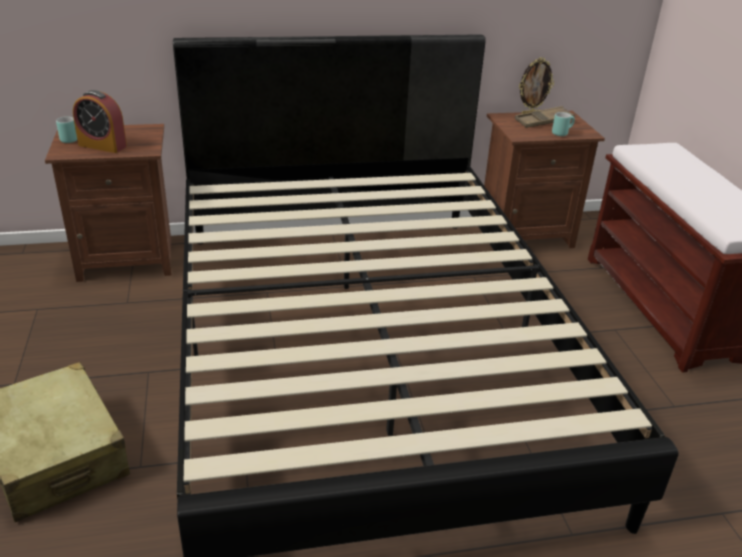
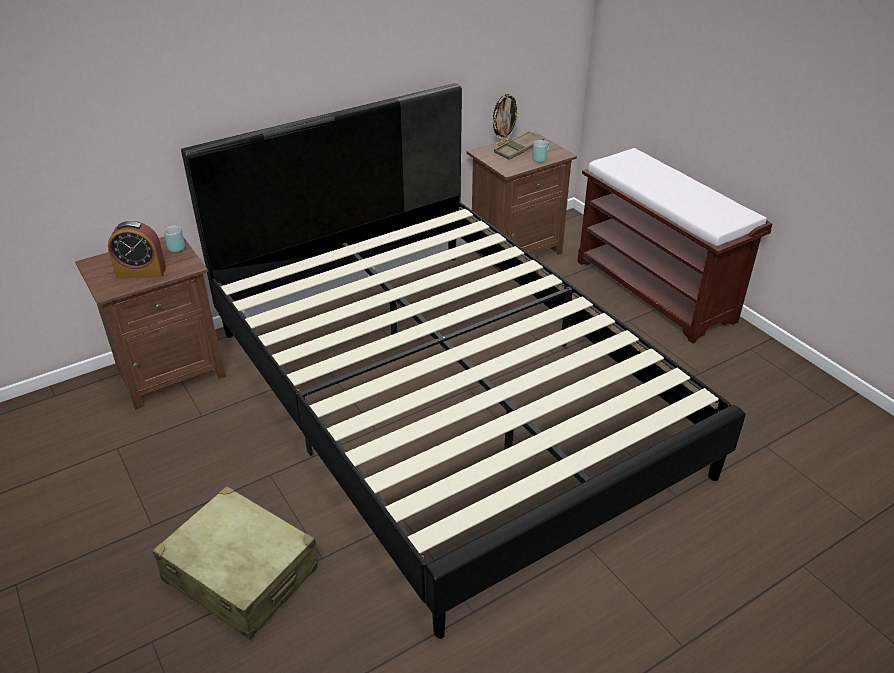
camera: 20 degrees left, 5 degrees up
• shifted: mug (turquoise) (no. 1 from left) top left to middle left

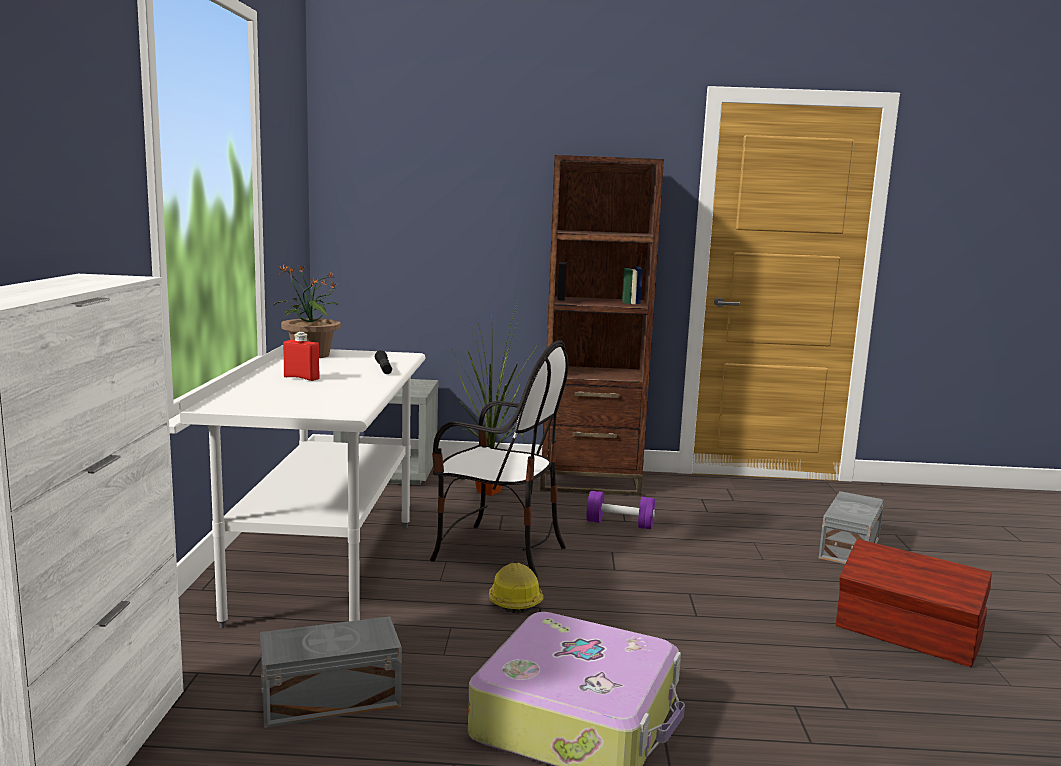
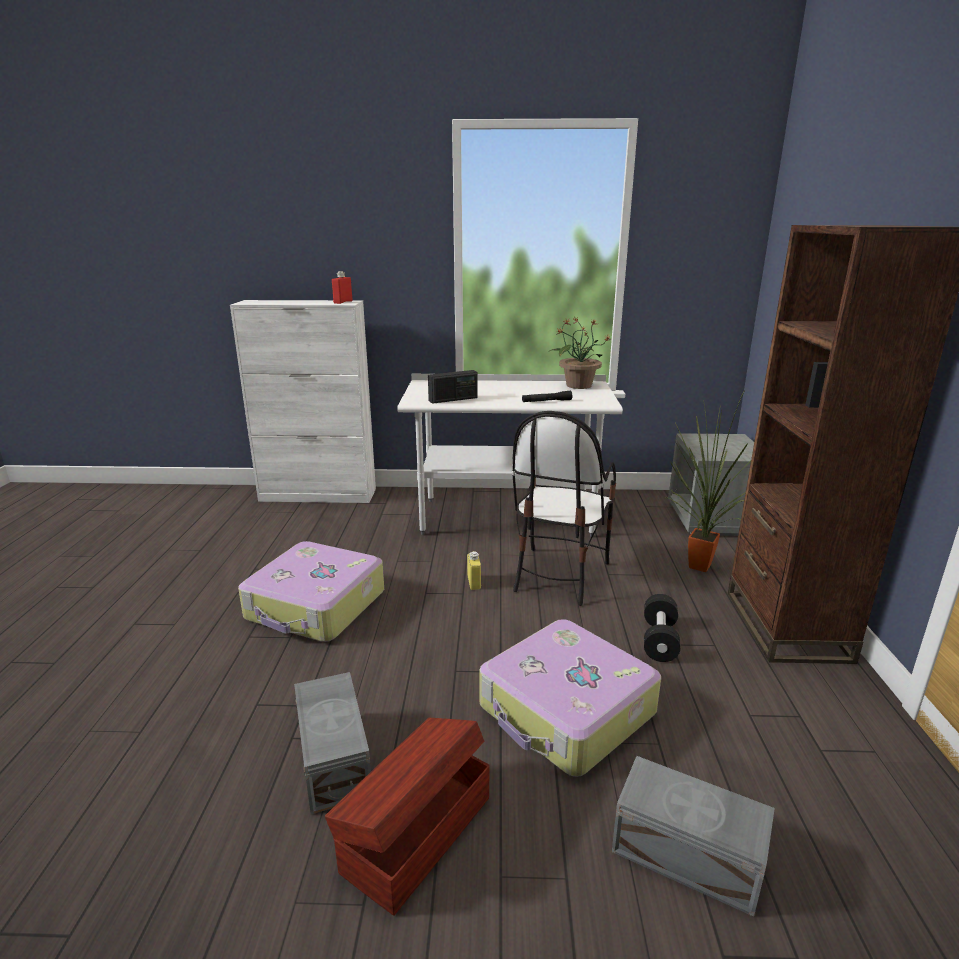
camera: 90 degrees right, 10 degrees up
• shifted: storage box (grey) (no. 1 from left) bottom left to bottom centre
• shifted: bottle (red) middle left to top centre
• swapped: hard hat bottom centre to bottle (yellow) centre
• repainted: dumbbell (purple) centre to dumbbell (black) middle right
• new: radio centre
• new: suitcase (no. 2 from left) bottom centre

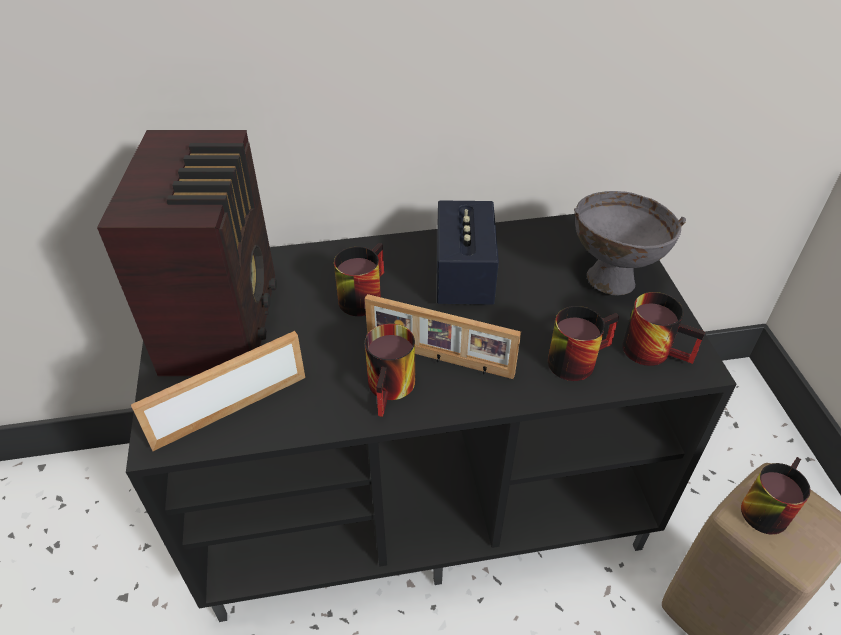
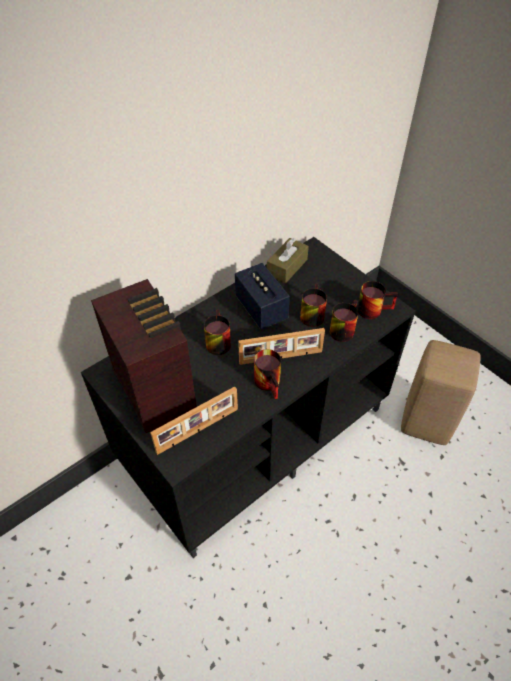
camera: 30 degrees left, 5 degrees up
• rotated: picture frame (no. 1 from left) middle left = centre 150 degrees counterclockwise
• gone: bowl (grey) middle right
• shifted: mug (no. 5 from left in the first image) bottom right to mug (no. 3 from left) centre
• new: tissue box (brown) centre

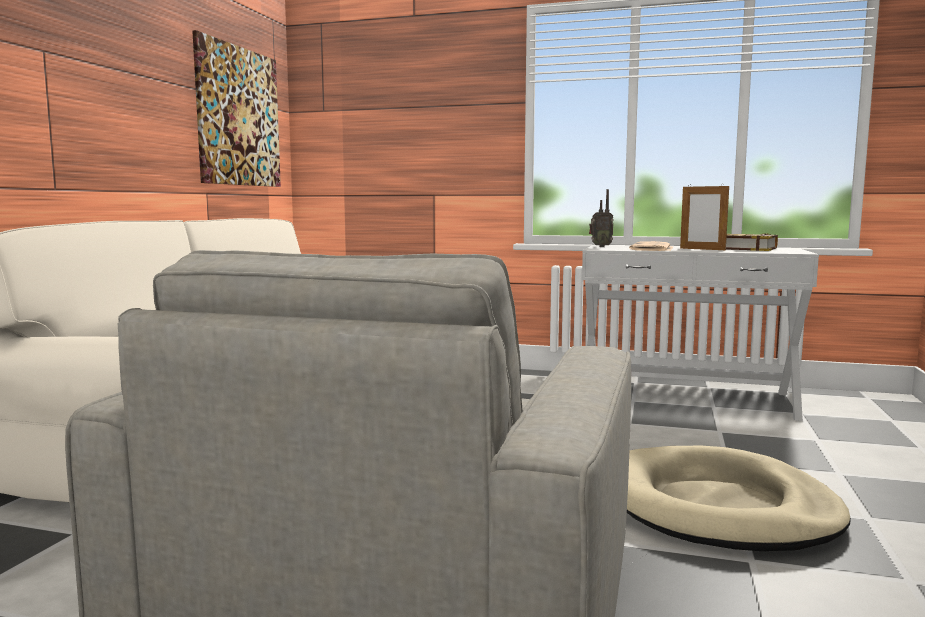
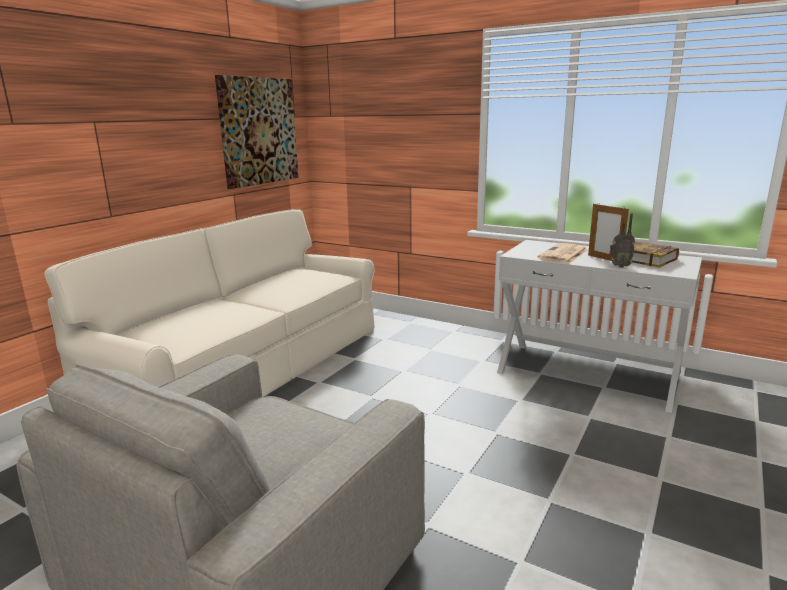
camera: 15 degrees right, 10 degrees up
• shifted: radio centre to middle right
• gone: dog bed (beige) bottom right

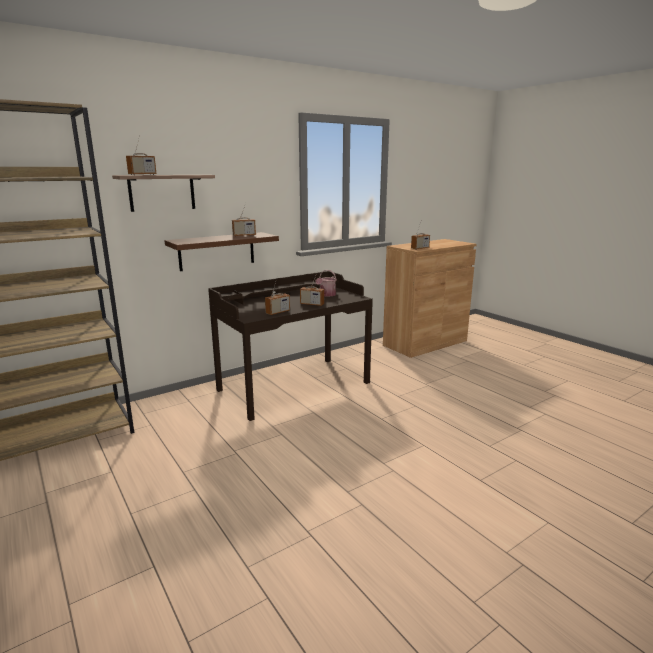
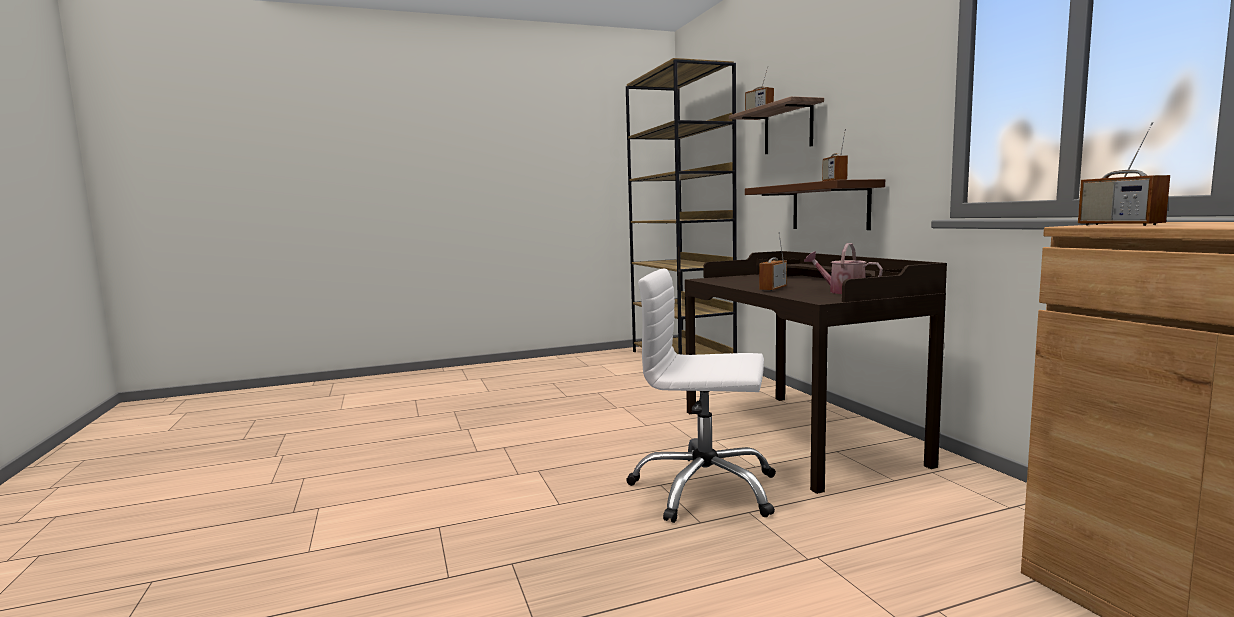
camera: 105 degrees right, 10 degrees down
• gone: radio (no. 3 from left) centre
• new: office chair (white) centre

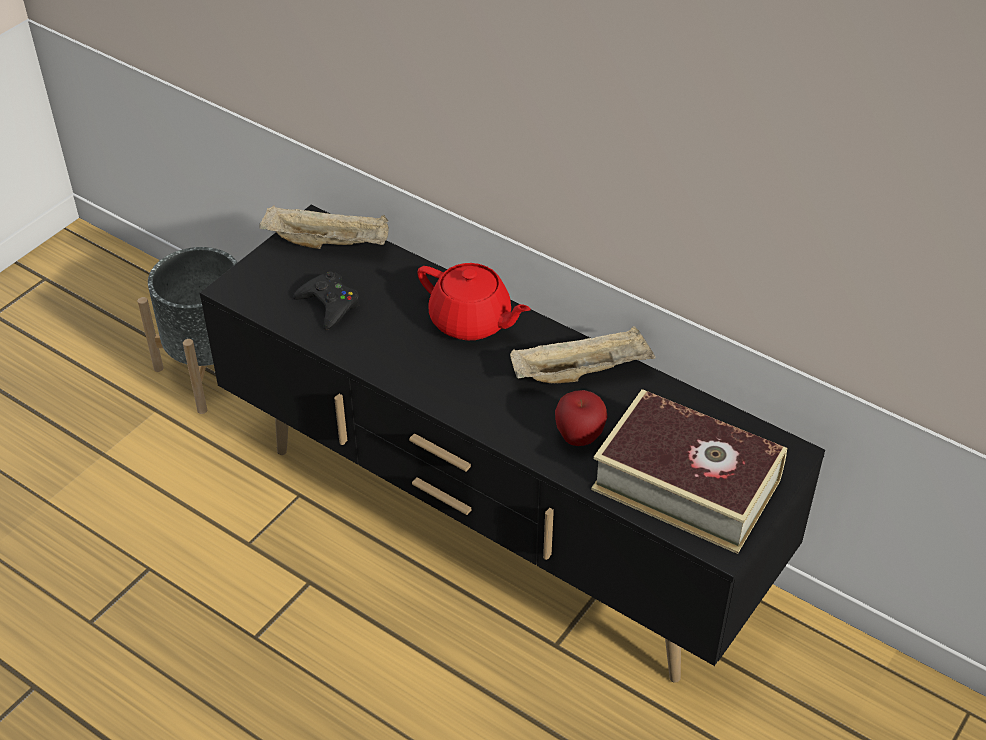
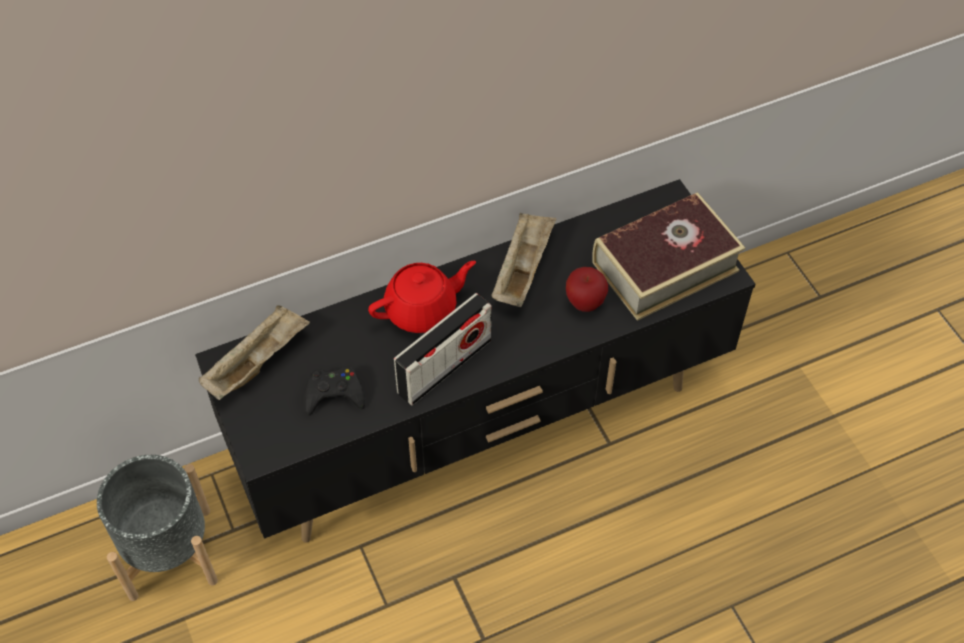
camera: 60 degrees left, 10 degrees up
• new: radio centre

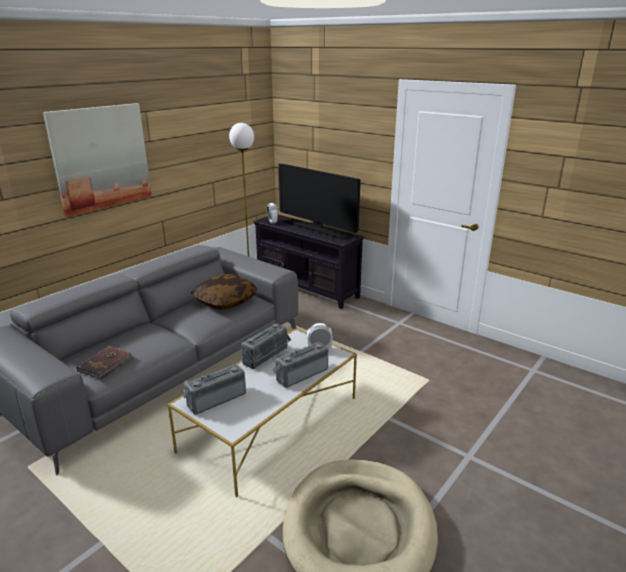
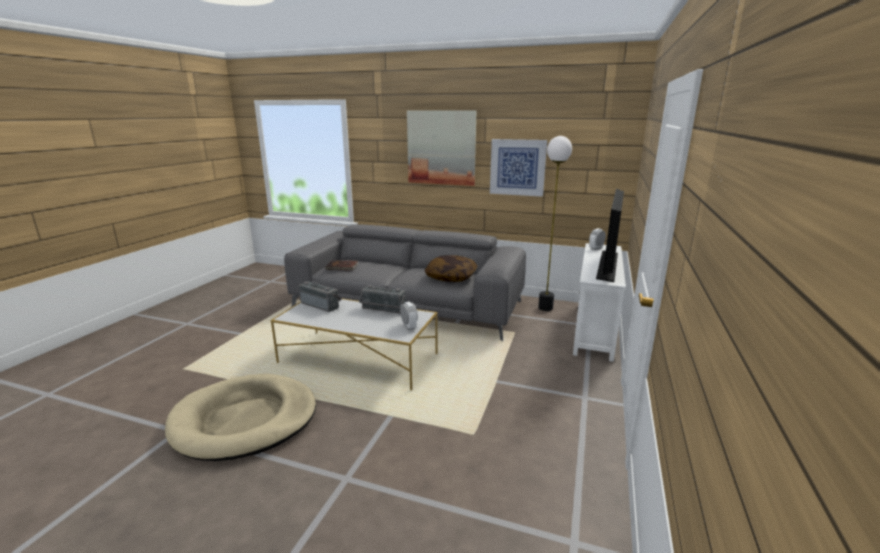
camera: 70 degrees right, 5 degrees down
• repainted: tv stand (black) centre to tv stand (white) middle right
• gone: radio (no. 3 from left) centre
• new: picture (no. 2 from left) top centre

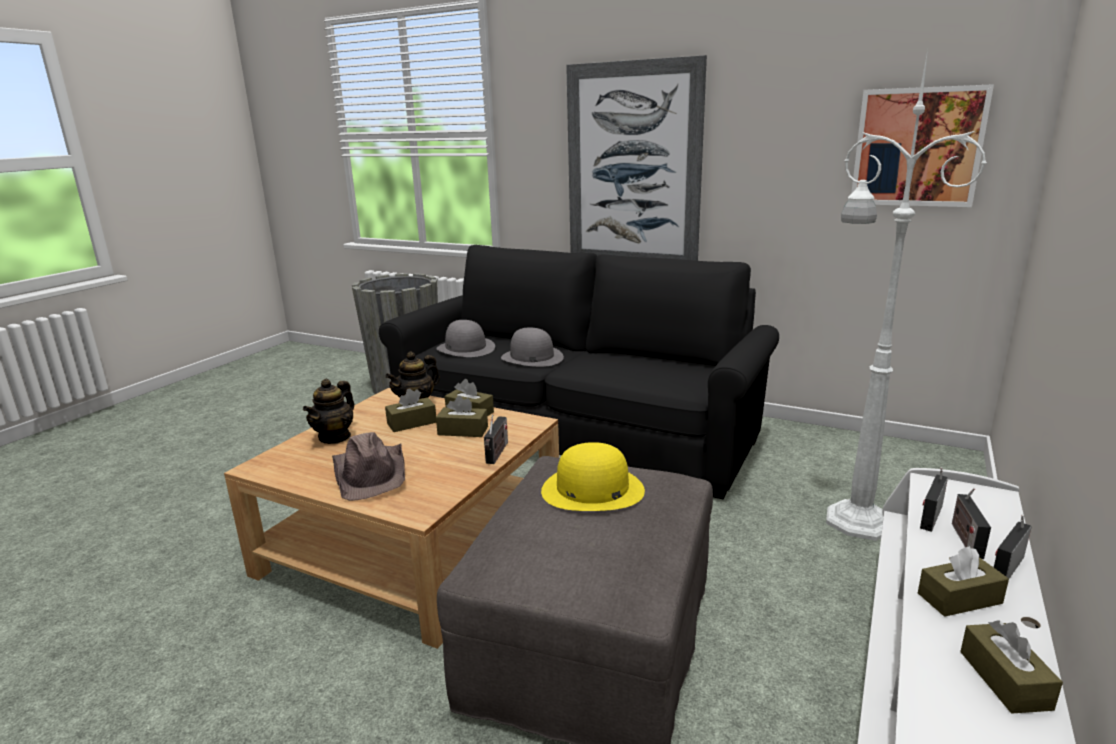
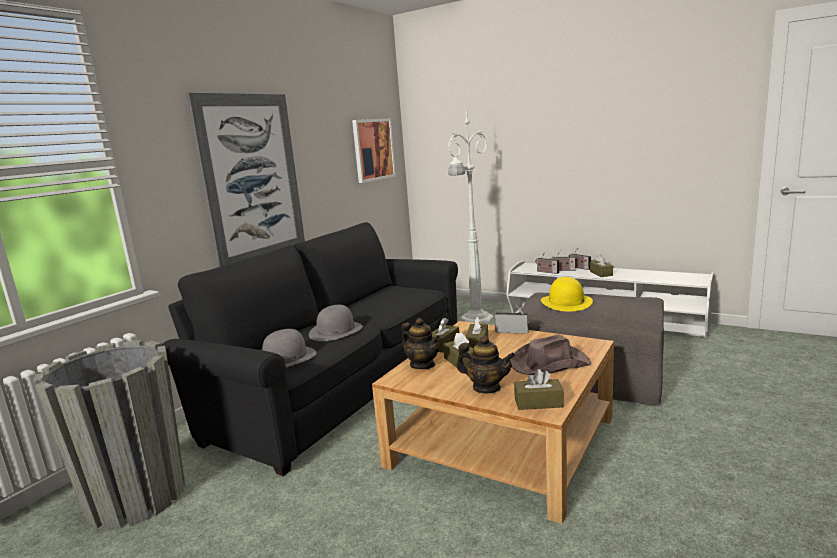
camera: 85 degrees left, 5 degrees down
• shifted: tissue box (brown) (no. 5 from left in the first image) bottom right to tissue box (brown) (no. 4 from left) bottom centre

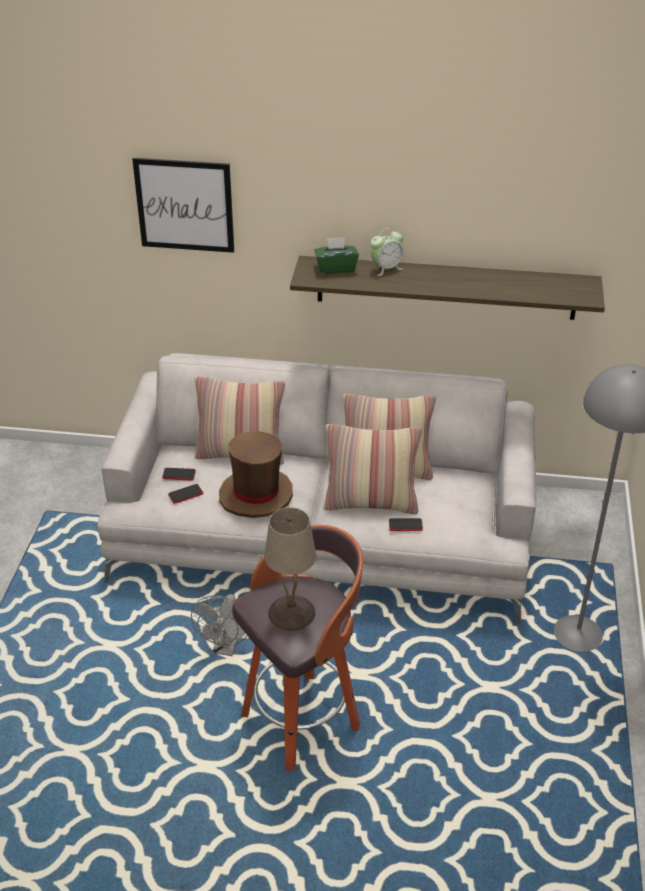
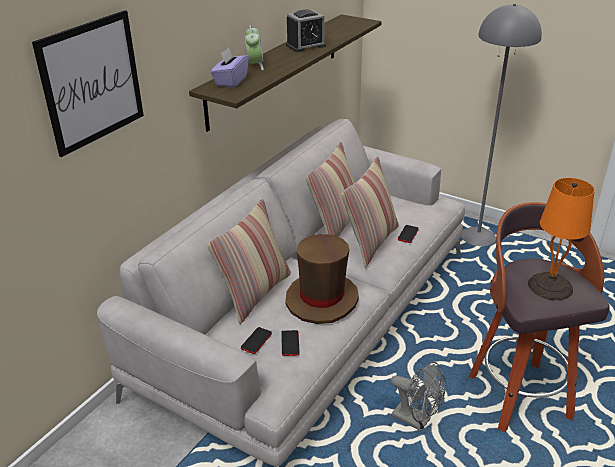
camera: 65 degrees left, 5 degrees down
• repainted: table lamp (beige) centre to table lamp (orange) middle right
• repainted: tissue box (green) top centre to tissue box (purple) top centre
• new: alarm clock (no. 2 from left) top centre

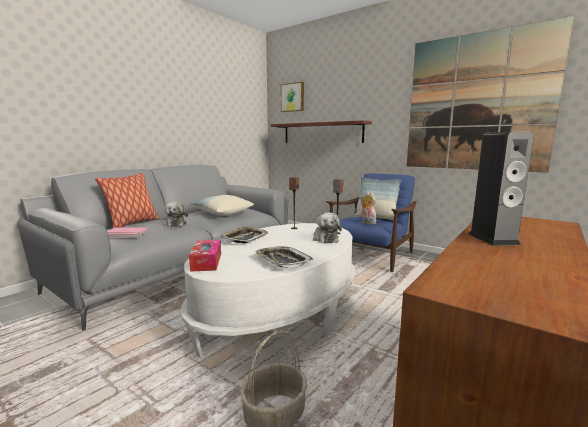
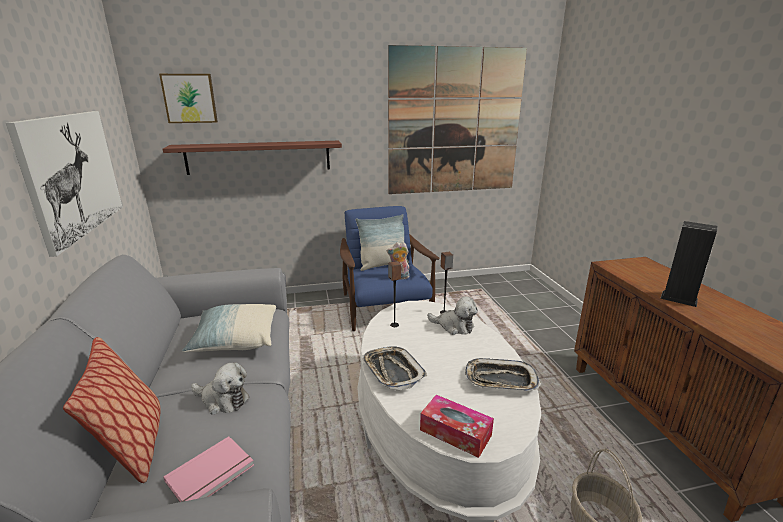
camera: 50 degrees left, 10 degrees up
• new: picture (no. 1 from left) middle left

